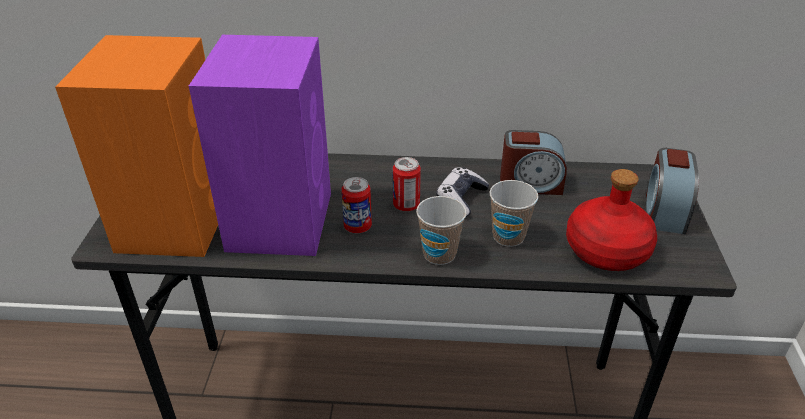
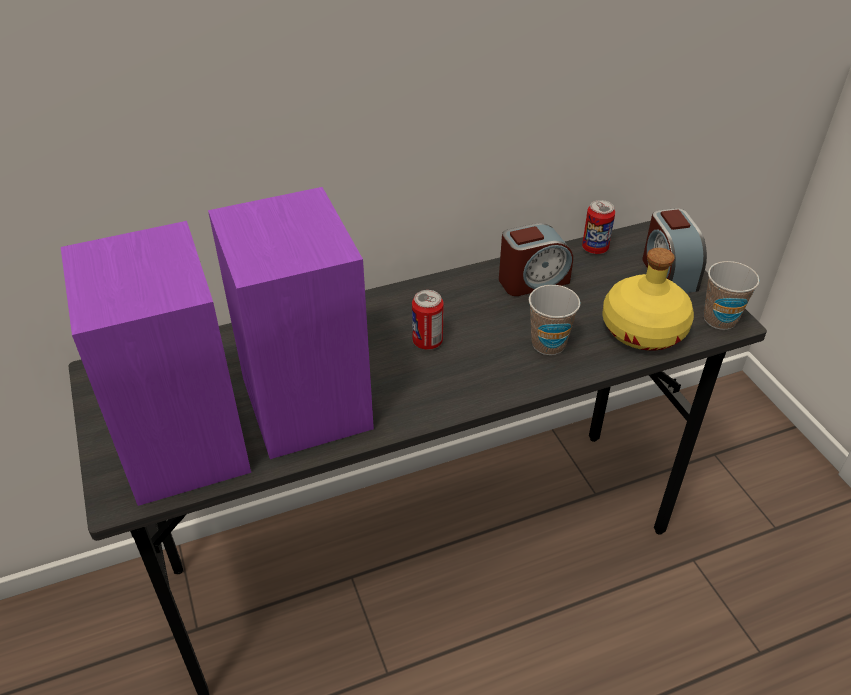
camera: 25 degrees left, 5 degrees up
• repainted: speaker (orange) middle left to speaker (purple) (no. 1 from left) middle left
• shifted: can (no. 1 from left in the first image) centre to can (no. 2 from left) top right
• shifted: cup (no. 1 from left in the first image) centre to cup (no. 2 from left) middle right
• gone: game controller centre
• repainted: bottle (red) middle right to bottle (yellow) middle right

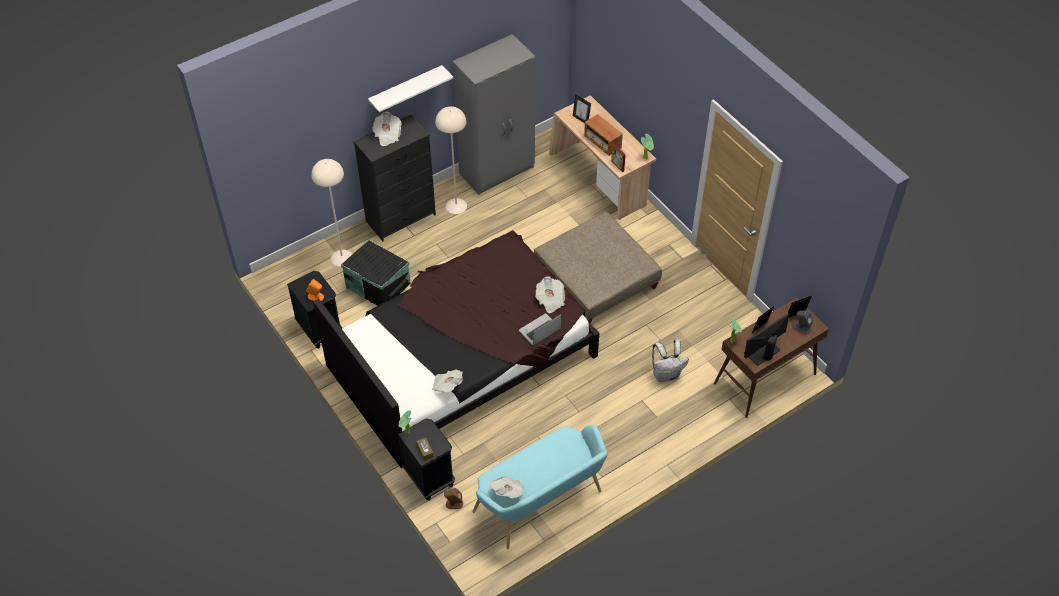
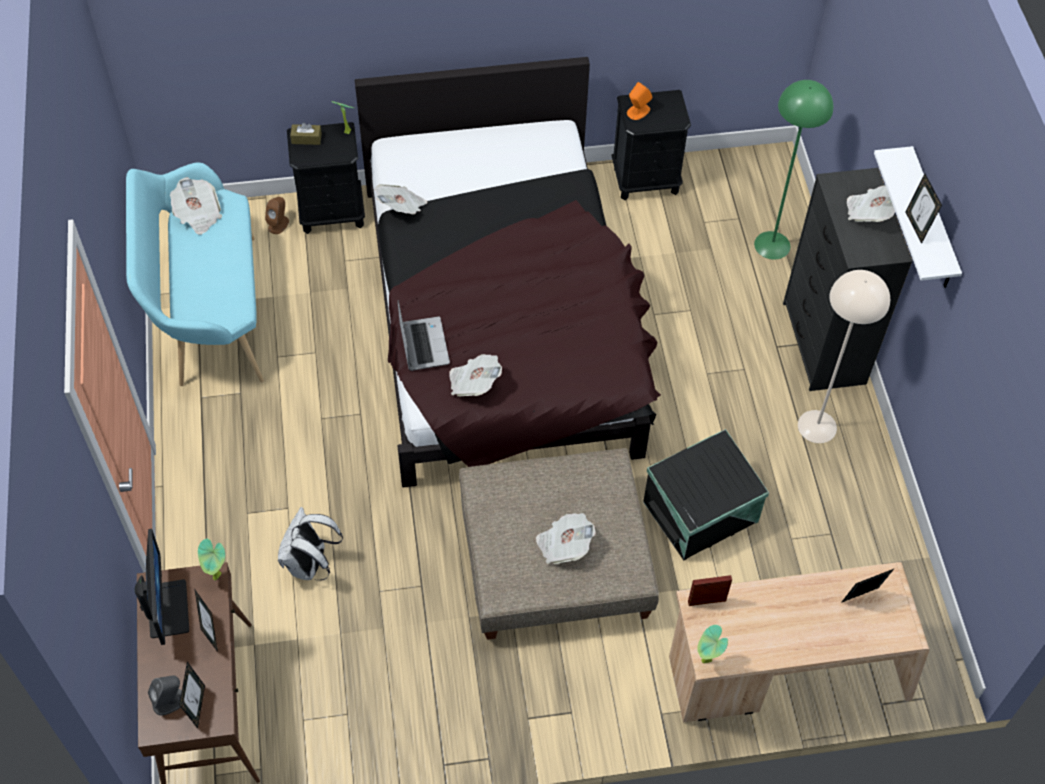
camera: 115 degrees right, 5 degrees up
• repainted: floor lamp (beige) (no. 1 from left) middle left to floor lamp (green) top right
• shifted: storage box (black) centre to middle right
• gone: wardrobe (grey) top centre
• gone: radio top centre
• new: newspaper (no. 4 from left) bottom centre
• new: picture frame (no. 5 from left) top right

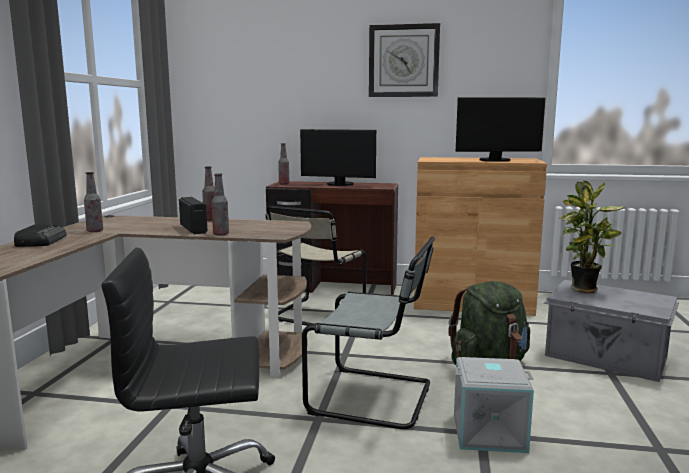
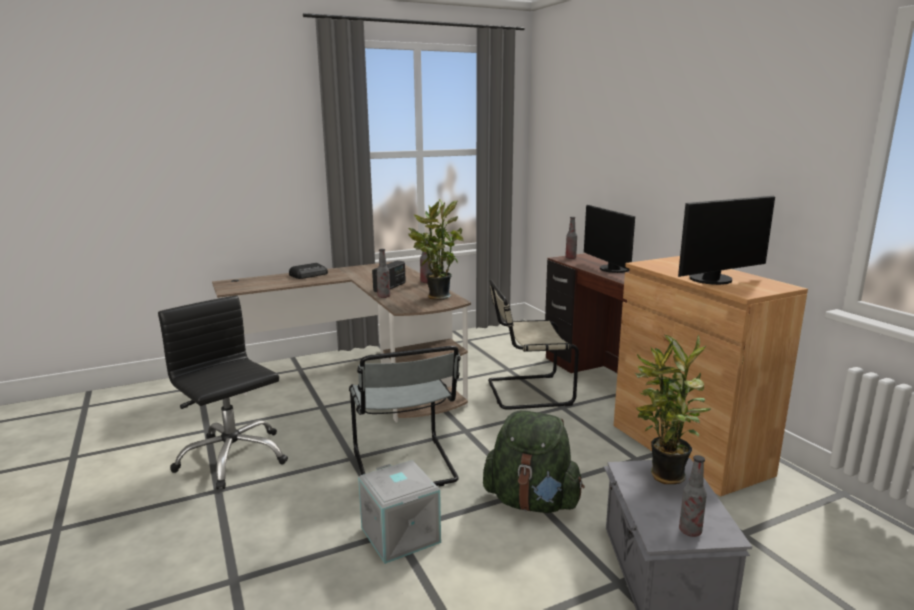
camera: 55 degrees right, 5 degrees up
• shifted: bottle (no. 1 from left in the first image) middle left to bottle (no. 4 from left) bottom right
• gone: wall clock top centre
• rotated: monitor (no. 2 from left) top right = middle right 75 degrees counterclockwise
• new: potted plant (no. 1 from left) centre

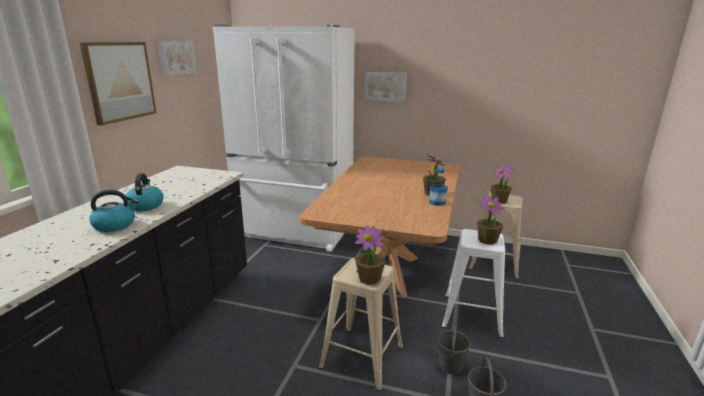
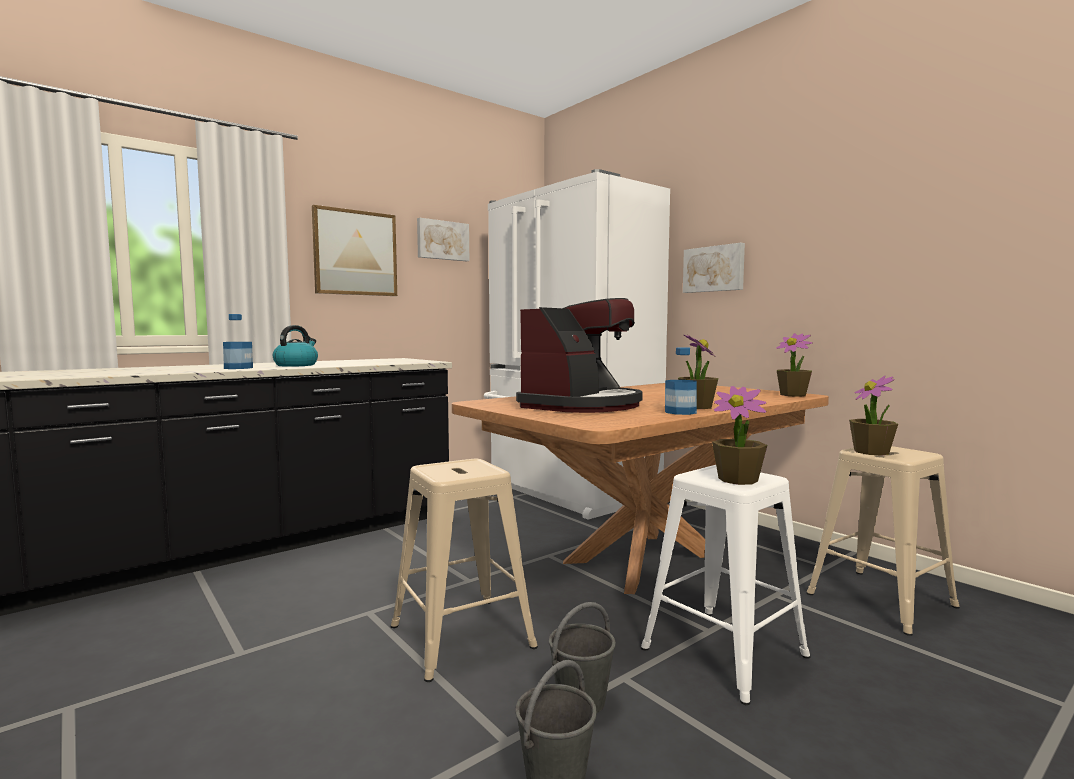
camera: 35 degrees right, 15 degrees down
• swapped: kettle (no. 1 from left) middle left to bottle (no. 1 from left) middle left
• shifted: potted plant (no. 1 from left in the first image) centre to potted plant (no. 3 from left) middle right
• new: coffee machine centre

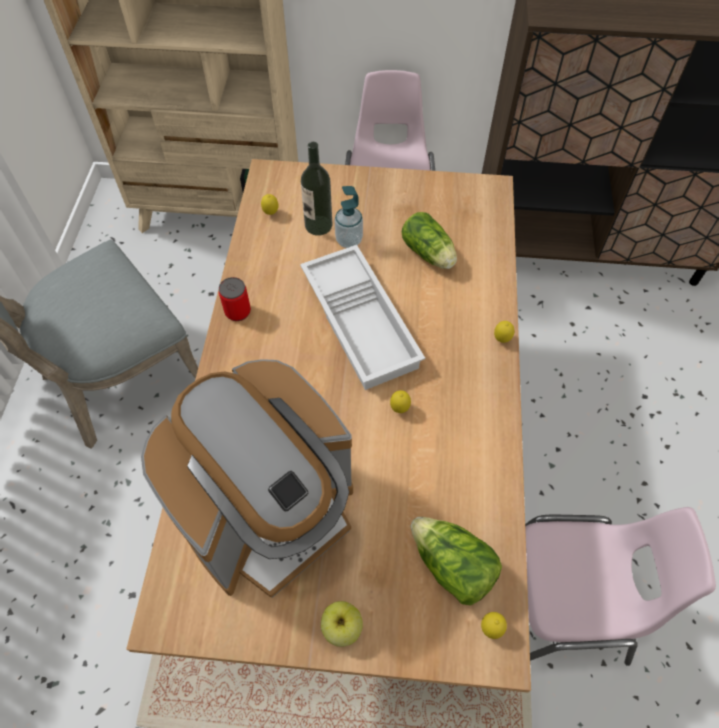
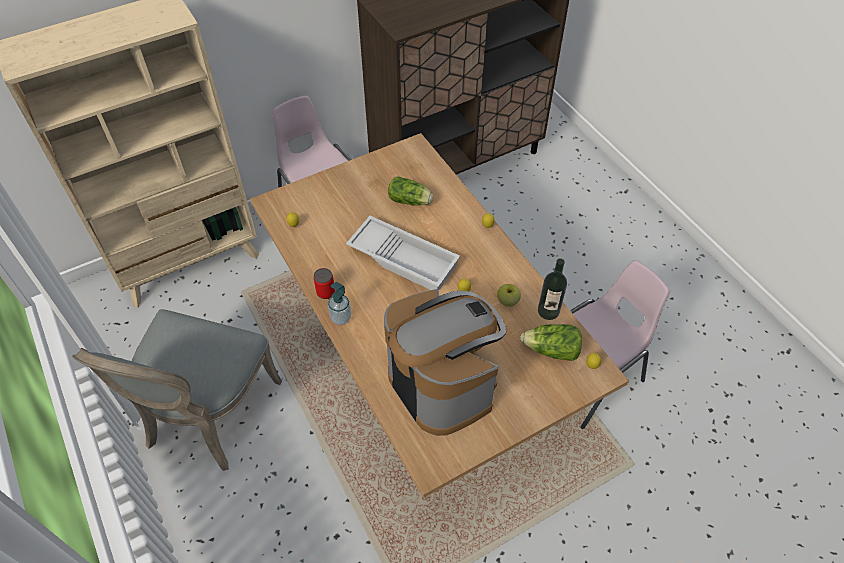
camera: 35 degrees left, 5 degrees down
• rotated: coffee machine centre = centre 45 degrees counterclockwise
• shifted: bottle top centre to centre
• shifted: apple bottom centre to centre
• shifted: soap dispenser top centre to centre

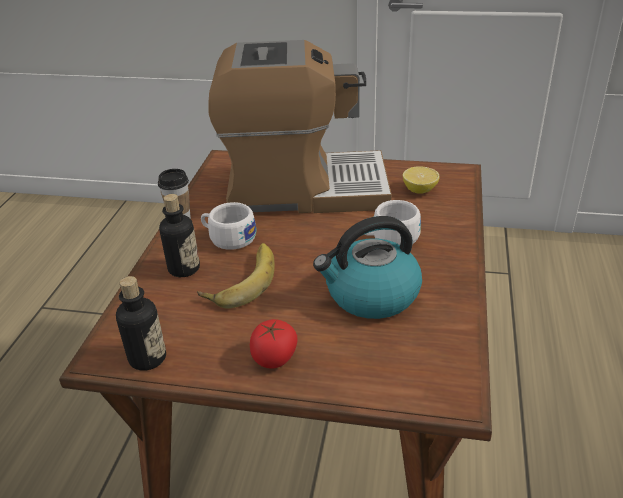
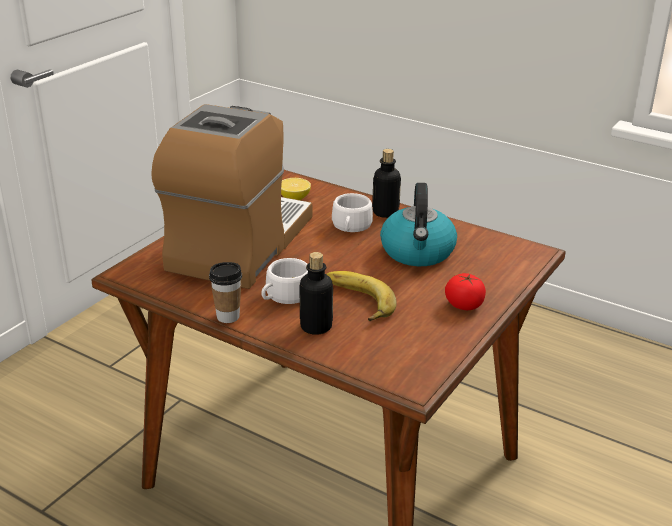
camera: 70 degrees left, 5 degrees down
• shifted: bottle (no. 1 from left in the first image) middle left to bottle (no. 2 from left) centre

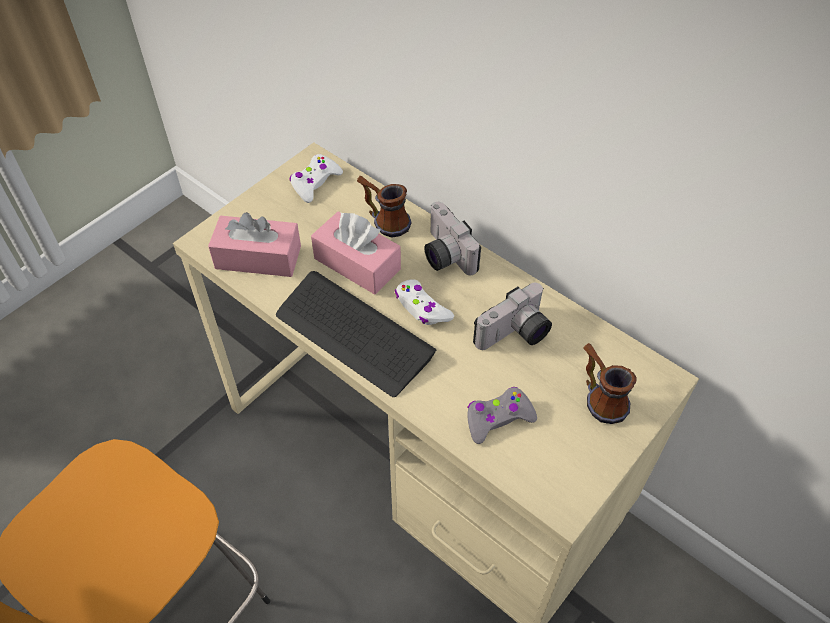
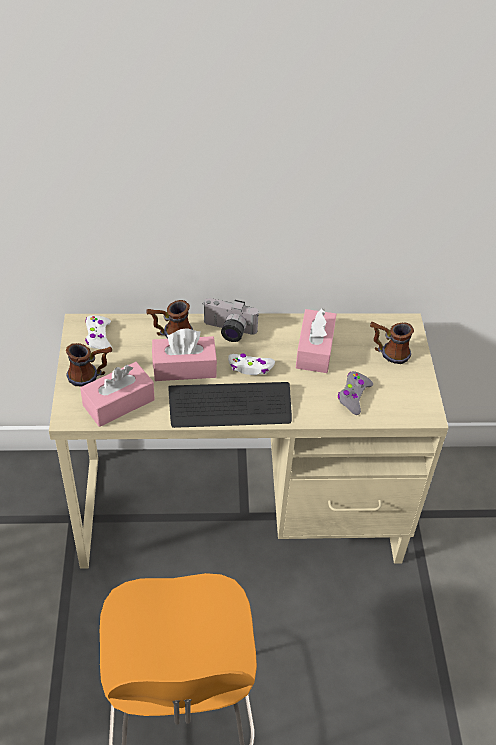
camera: 45 degrees left, 5 degrees down
• swapped: photo camera (no. 2 from left) centre to tissue box (pink) (no. 3 from left) centre
• new: mug (no. 1 from left) middle left

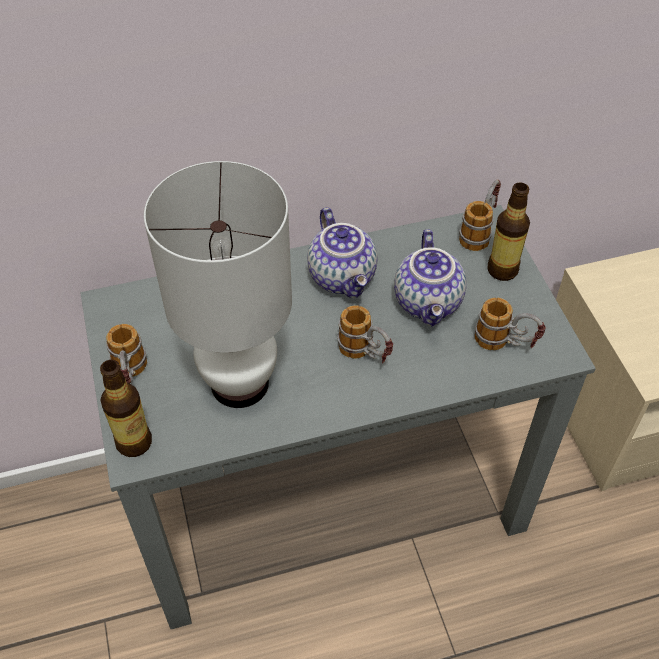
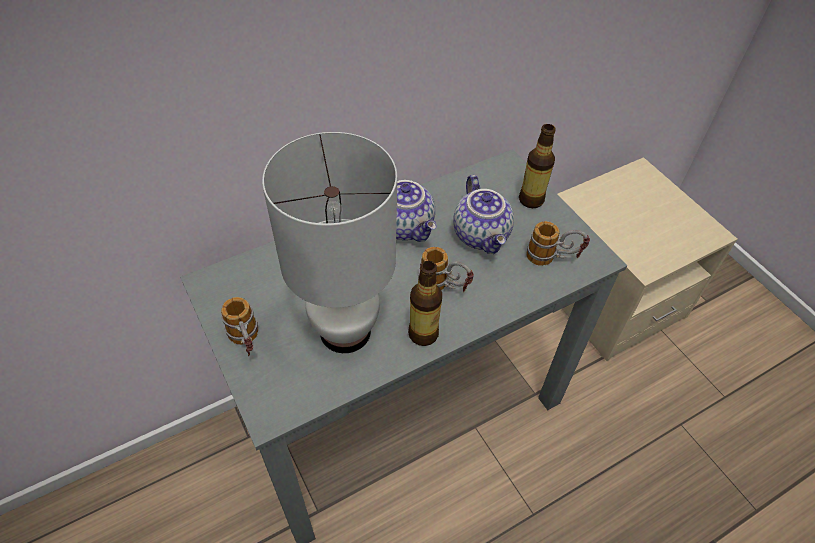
camera: 15 degrees left, 0 degrees up
• shifted: bottle (no. 1 from left) middle left to centre
• gone: mug (no. 3 from left) top right

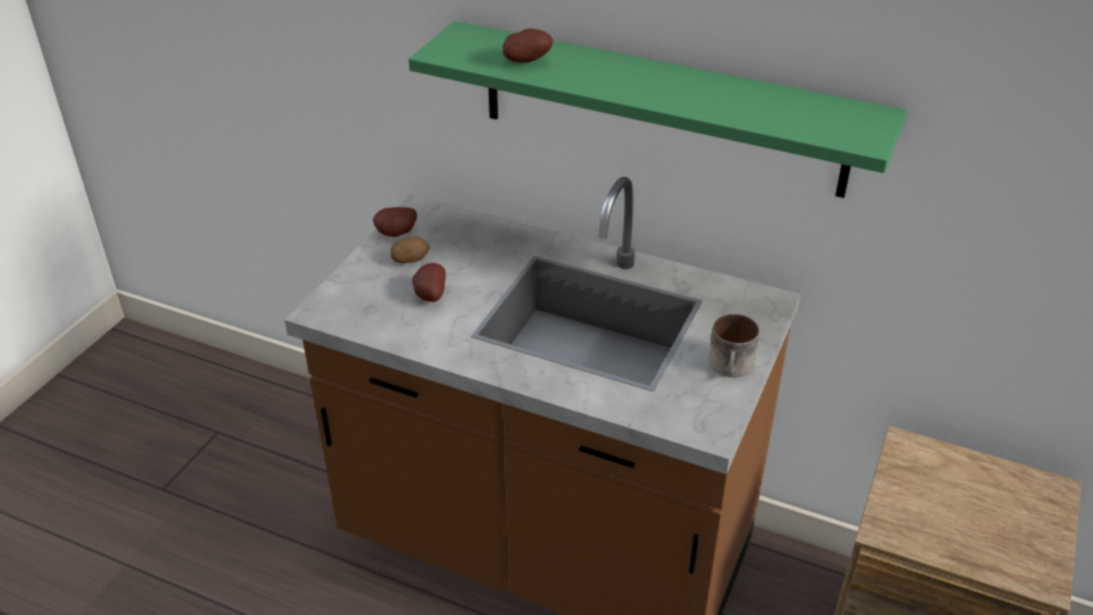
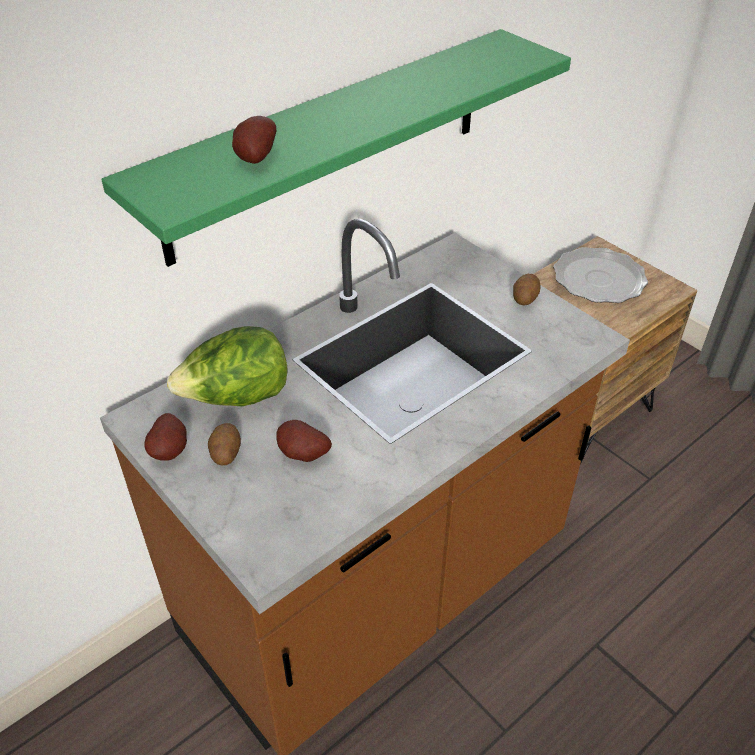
camera: 65 degrees left, 5 degrees up
• swapped: mug middle right to potato (no. 5 from left) middle right
• new: lettuce middle left
• new: plate middle right

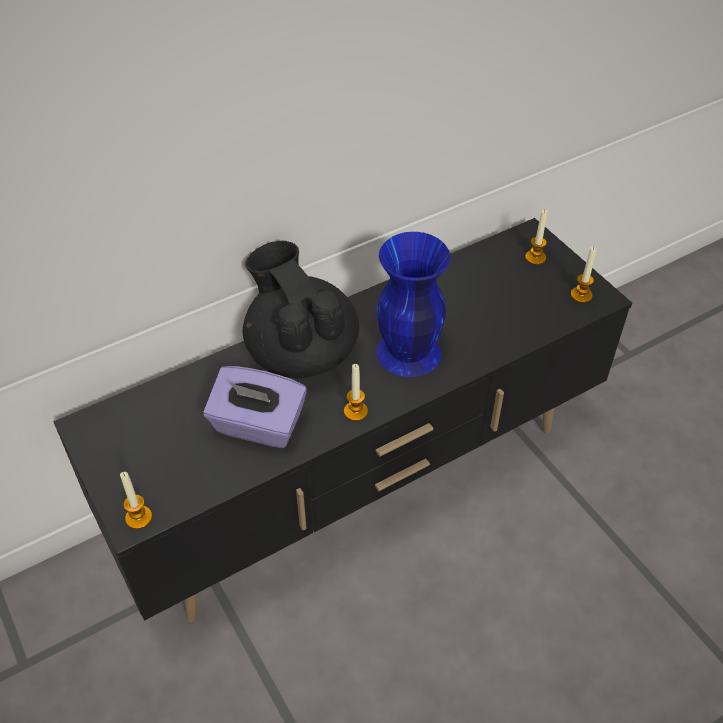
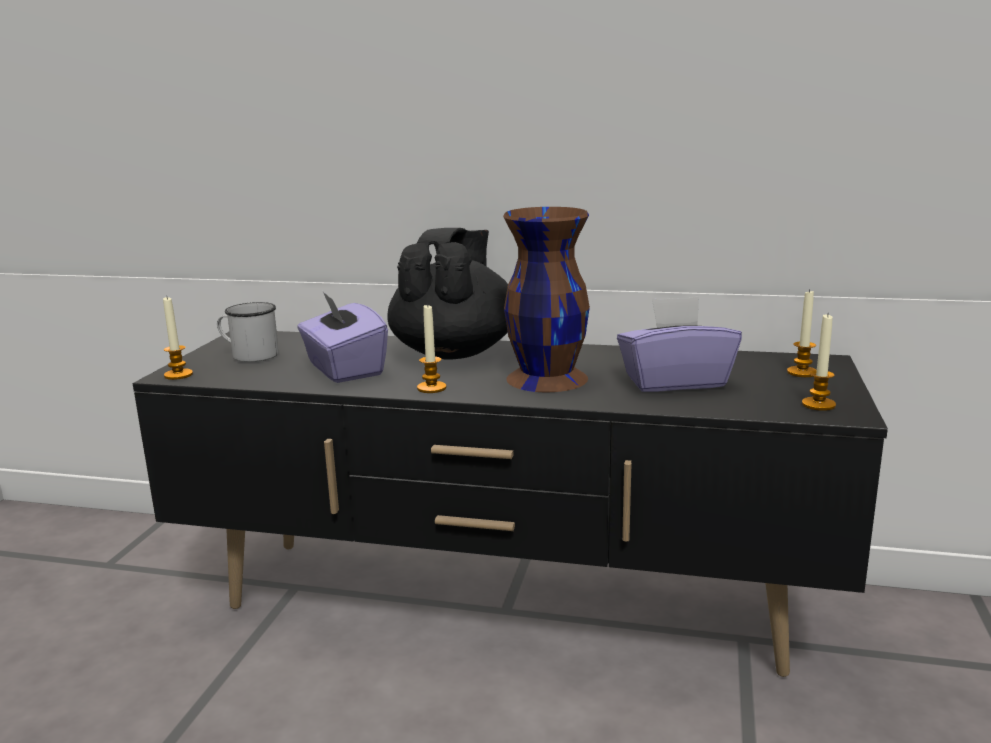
camera: 45 degrees right, 30 degrees down
• repainted: vase (blue) centre to vase (brown) centre
• new: mug (white) middle left
• new: tissue box (purple) (no. 2 from left) middle right

